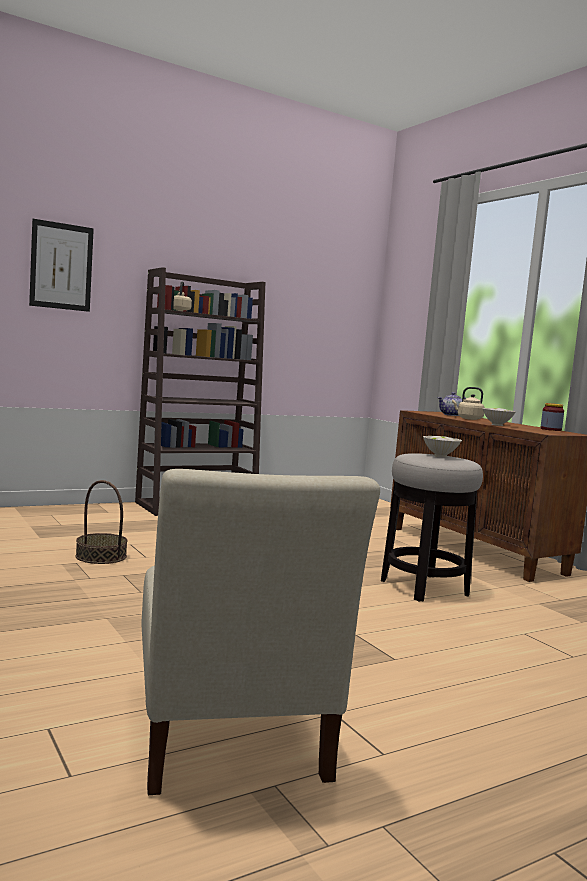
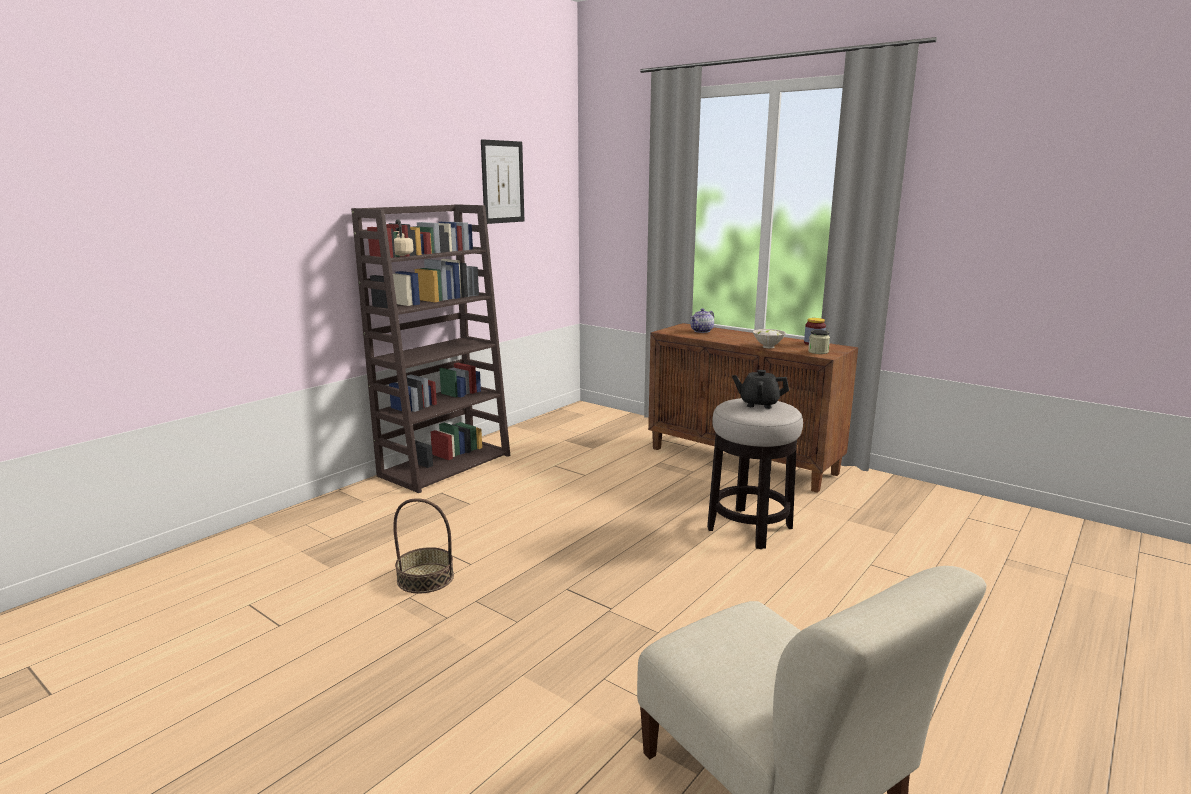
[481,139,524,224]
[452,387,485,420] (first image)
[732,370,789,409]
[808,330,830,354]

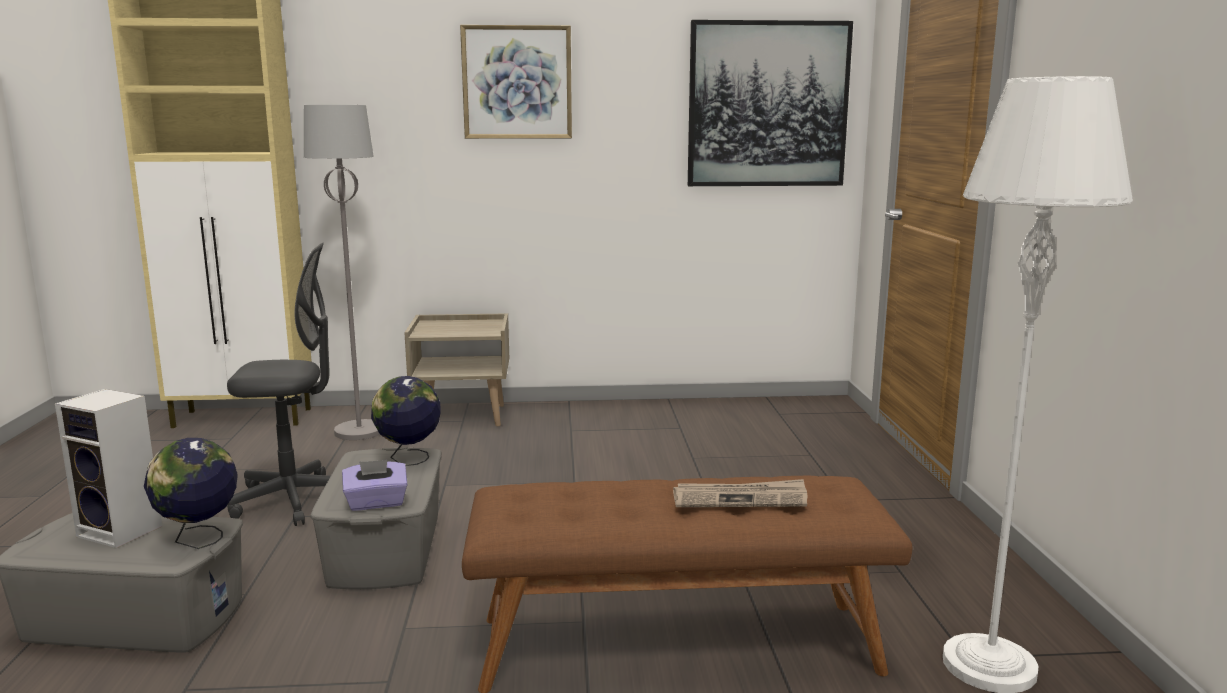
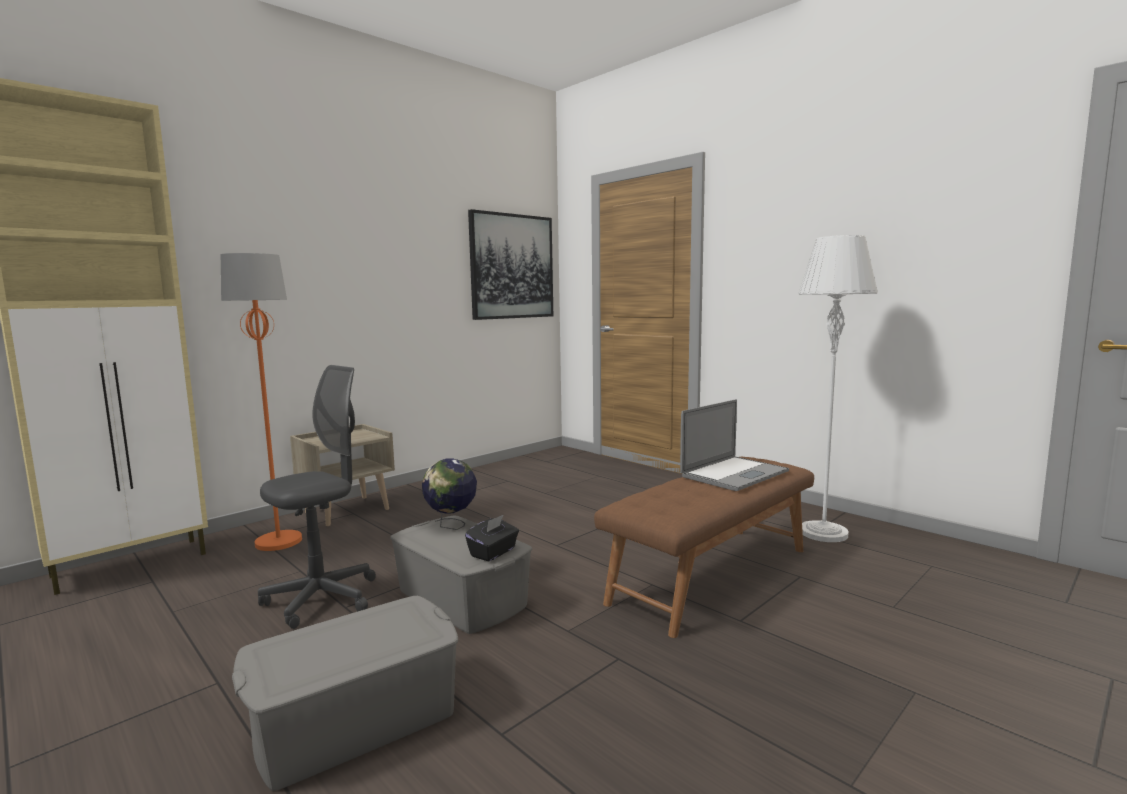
[460,25,572,139] (first image)
[221,253,302,551]
[55,389,162,548] (first image)
[144,438,238,549] (first image)
[465,515,519,562]
[680,399,789,491]

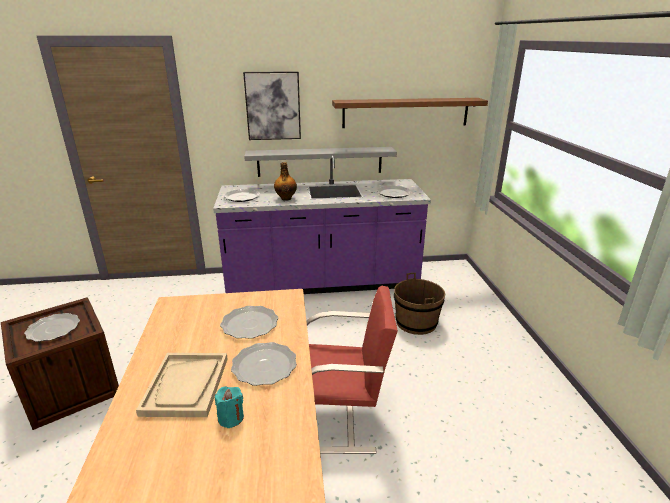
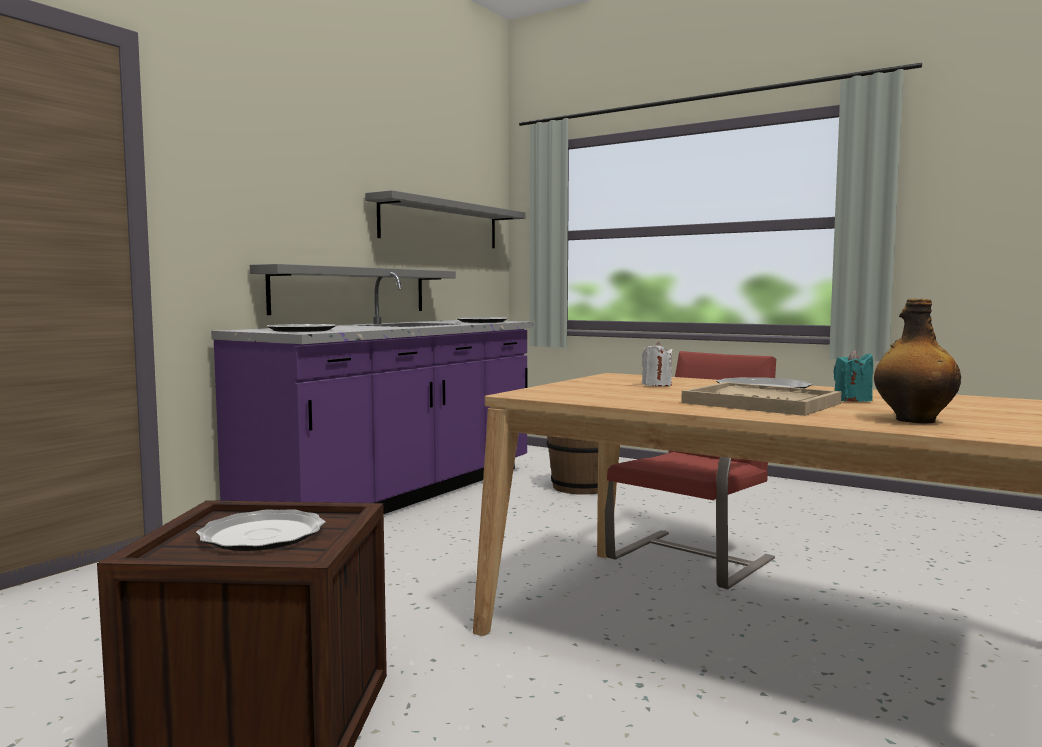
[243,71,301,140] (first image)
[365,190,525,248]
[874,299,961,423]
[642,342,673,386]

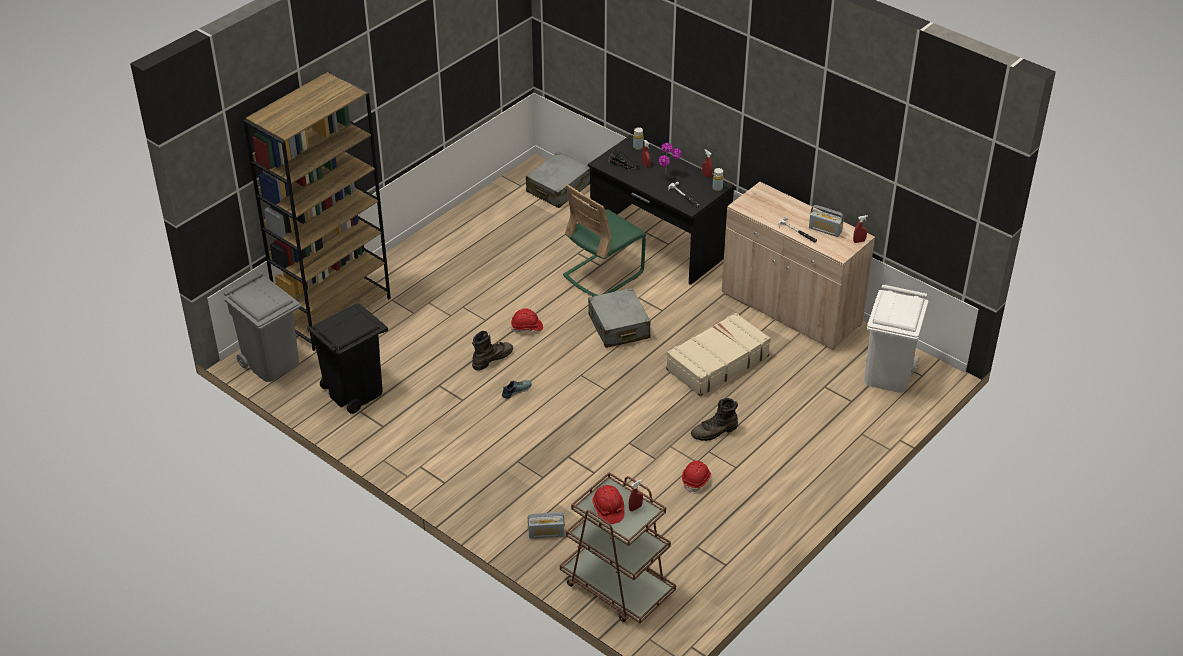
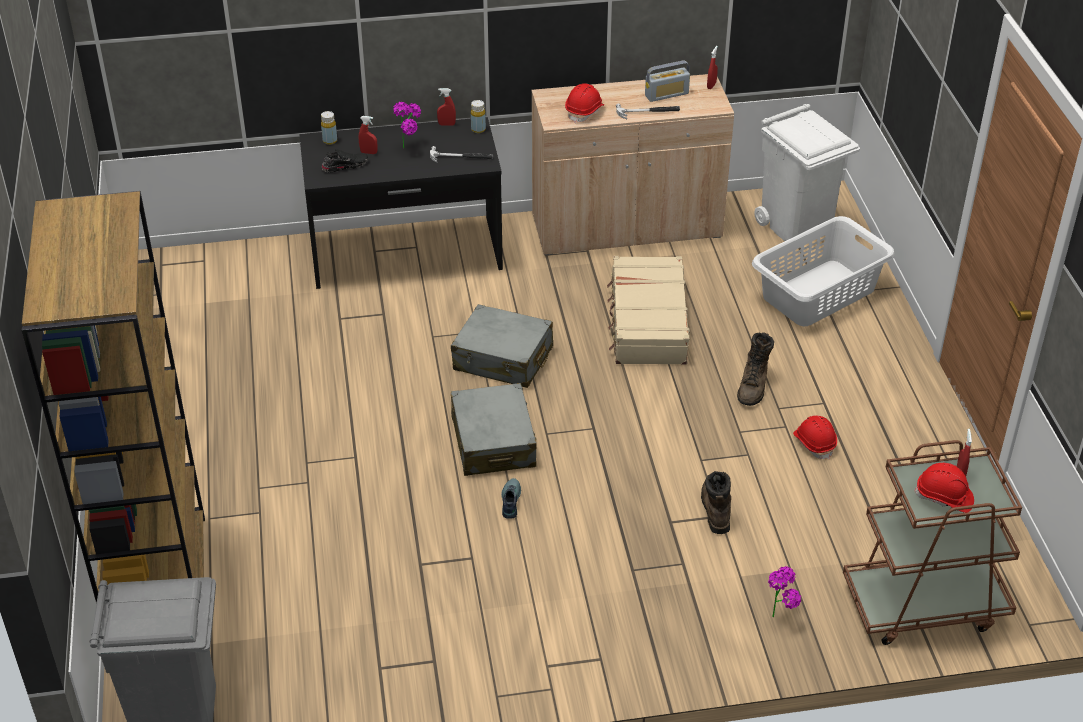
[451,383,537,476]
[563,184,646,296] (first image)
[307,303,388,414] (first image)
[565,83,604,123]
[701,471,731,534]
[768,566,801,617]
[752,216,895,326]

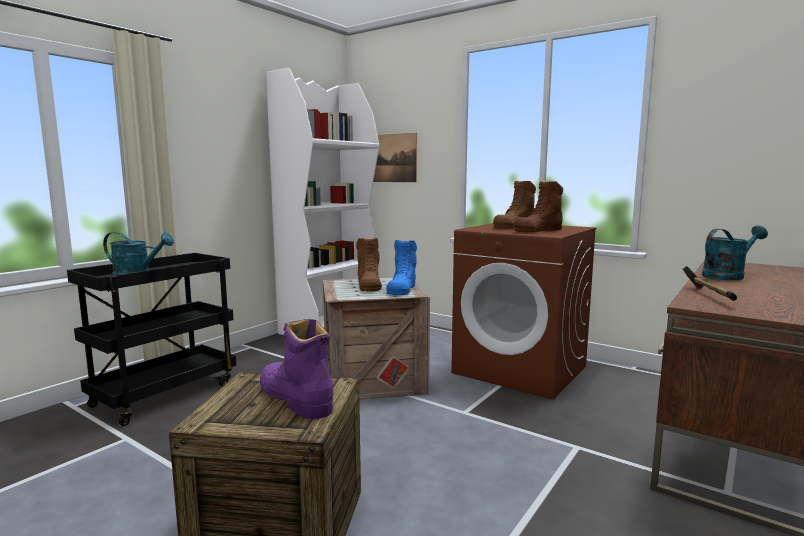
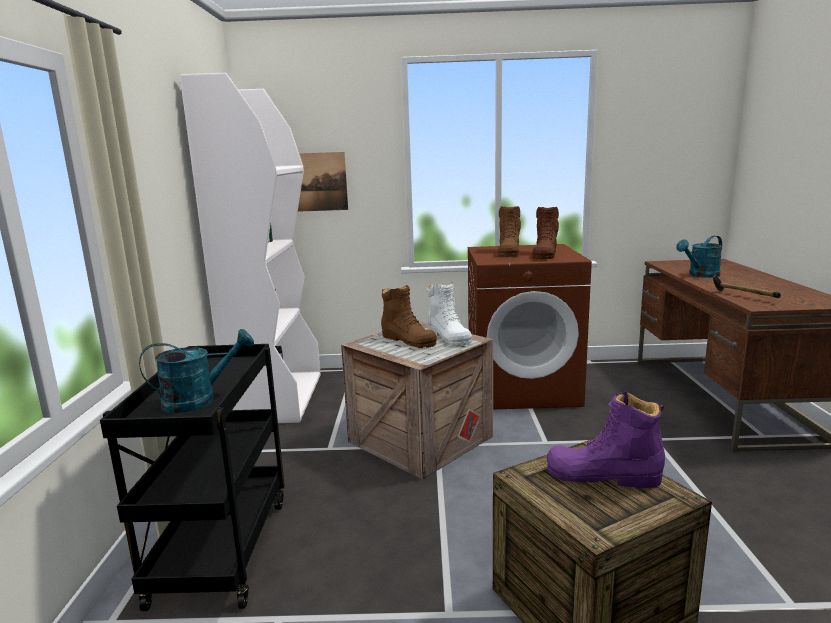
[676,236,722,278]
[427,282,472,346]

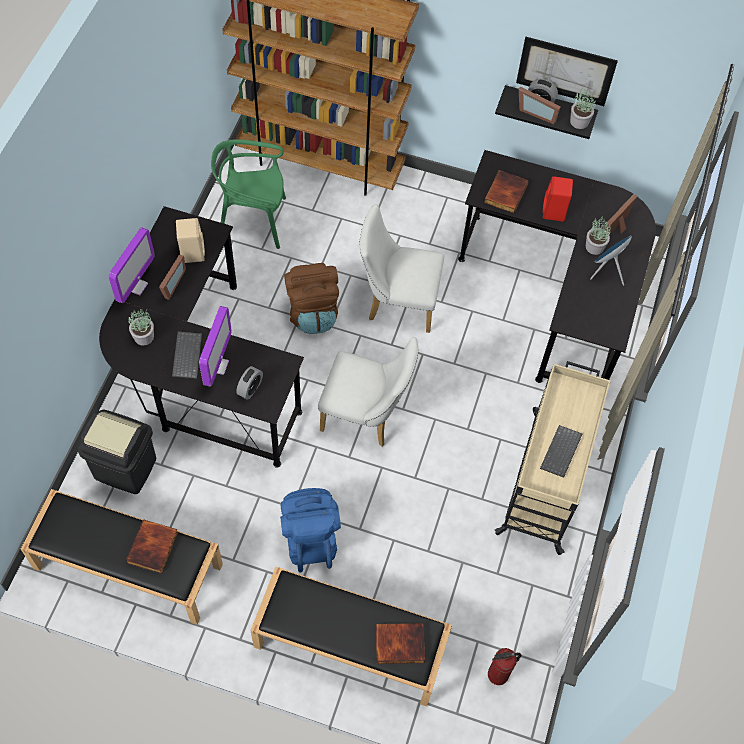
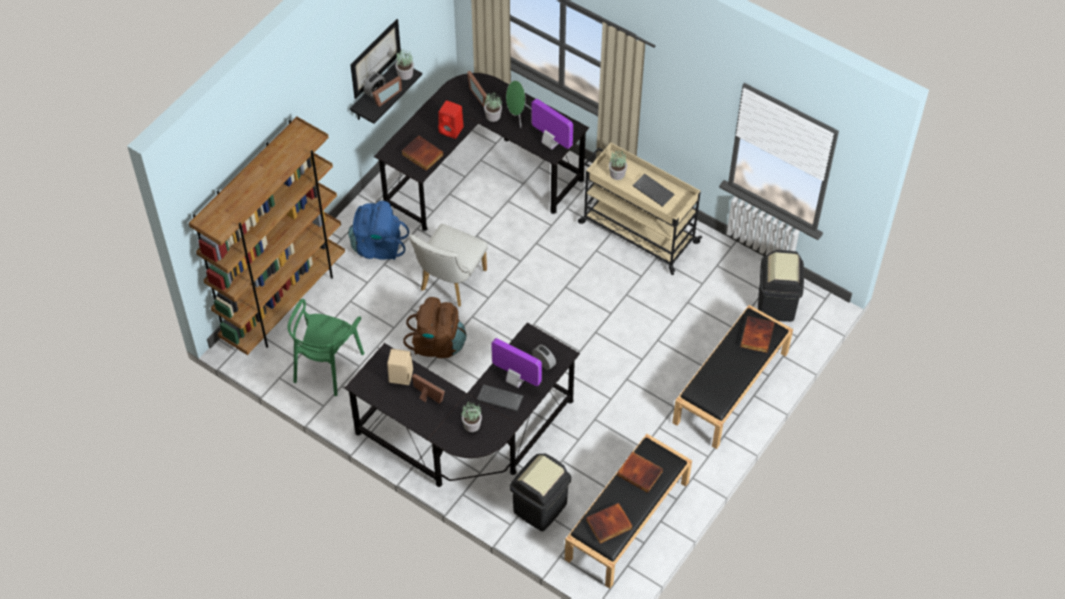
[531,99,573,149]
[506,80,532,128]
[318,337,419,447] (first image)
[348,201,409,260]
[758,250,804,322]
[609,150,627,180]
[586,503,632,544]

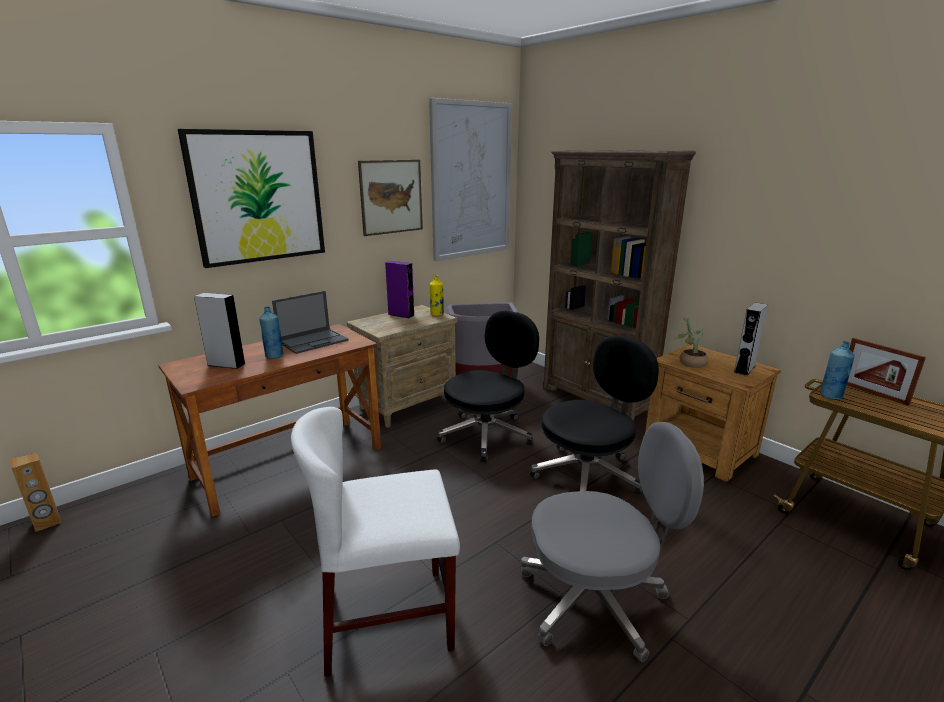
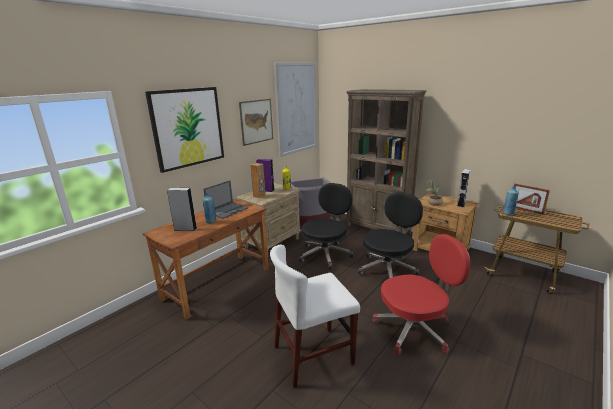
[373,234,471,355]
[251,163,266,198]

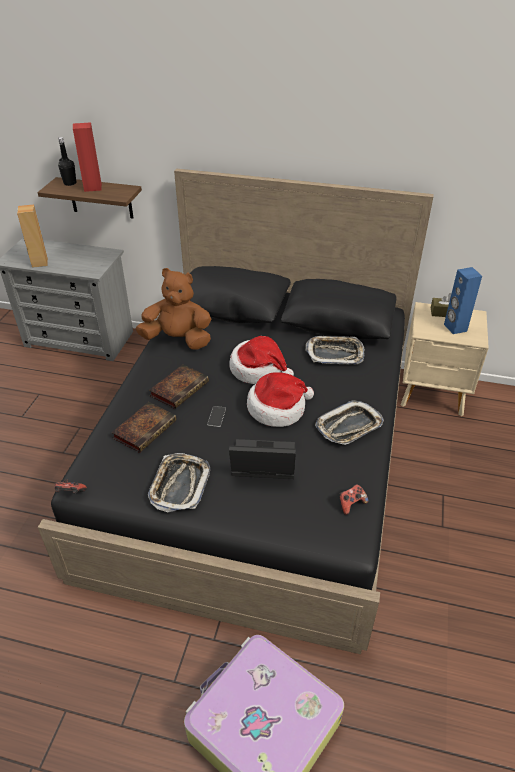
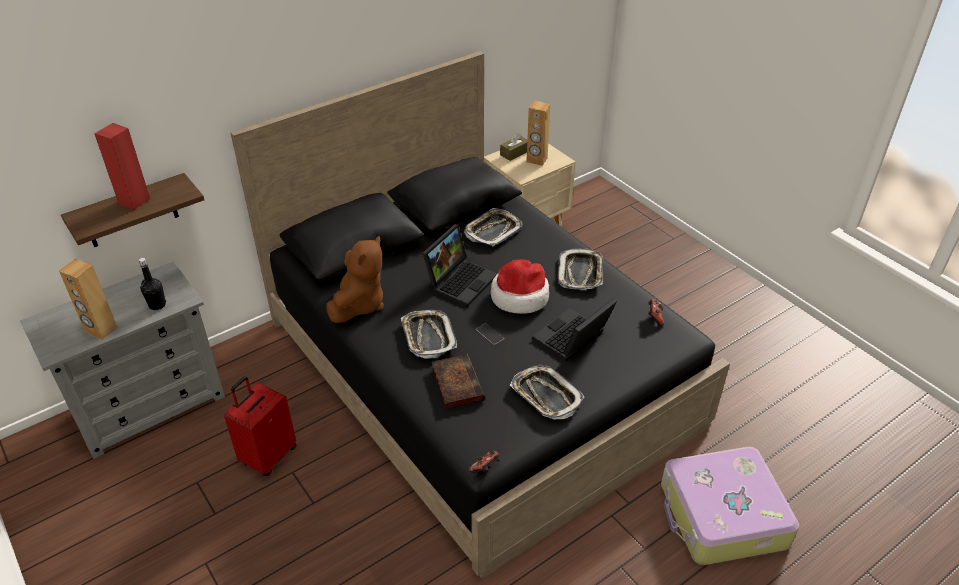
[139,258,166,310]
[526,100,550,166]
[326,236,384,323]
[423,224,498,307]
[401,310,457,359]
[224,376,297,476]

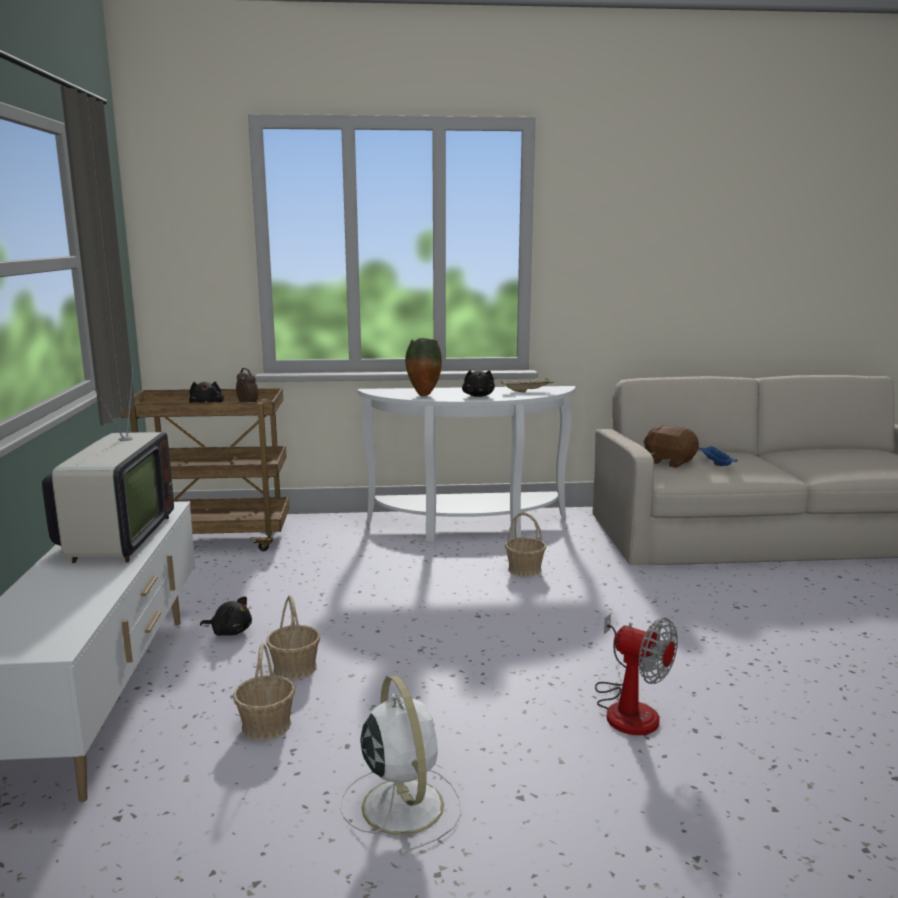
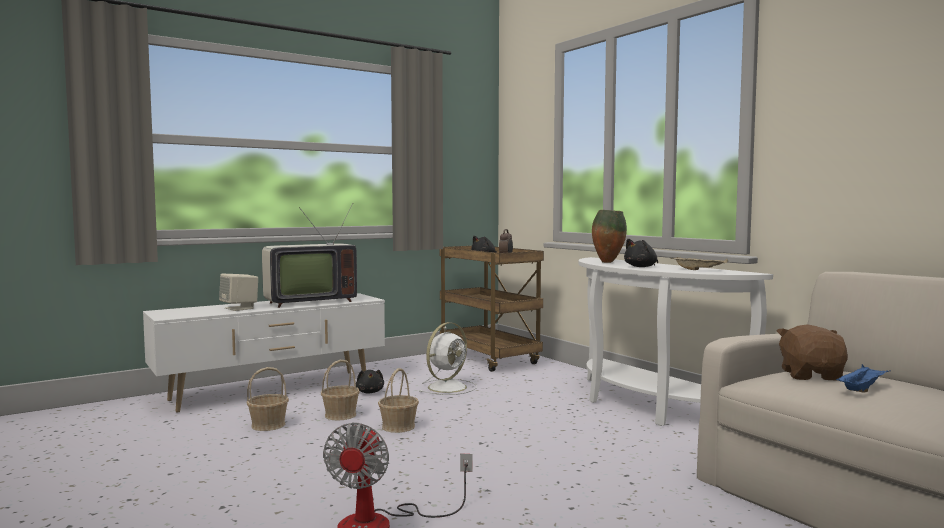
[378,368,419,433]
[419,322,477,395]
[219,274,258,311]

